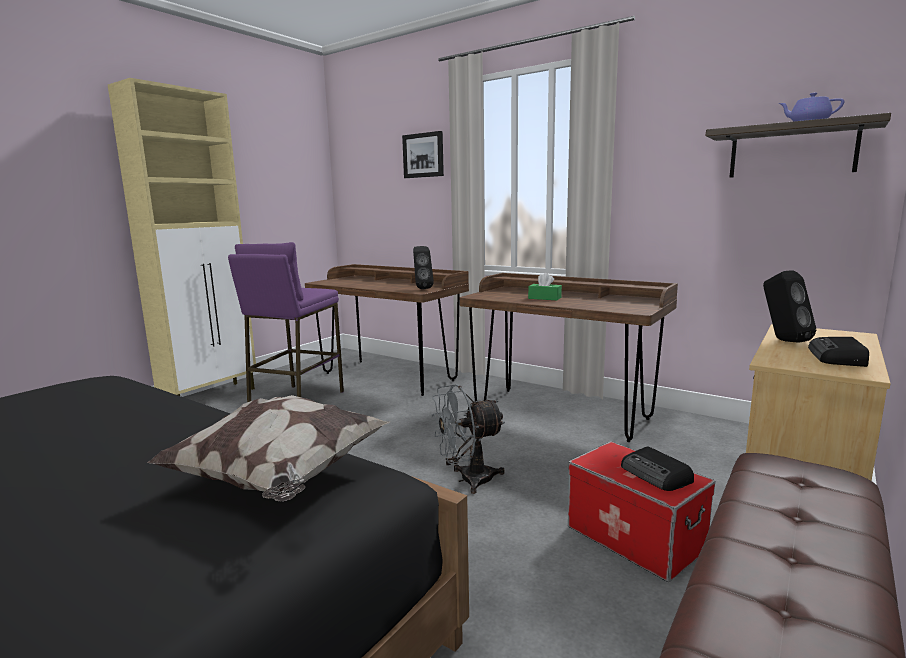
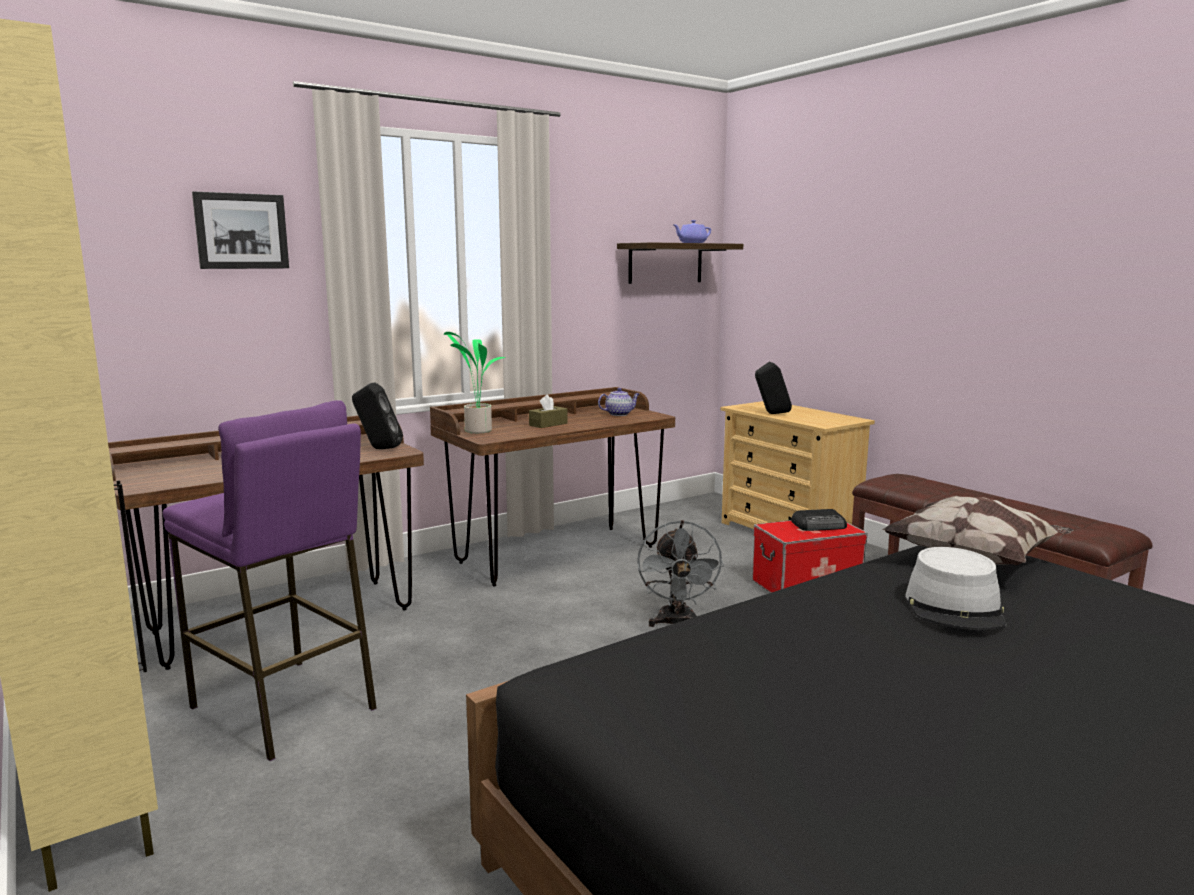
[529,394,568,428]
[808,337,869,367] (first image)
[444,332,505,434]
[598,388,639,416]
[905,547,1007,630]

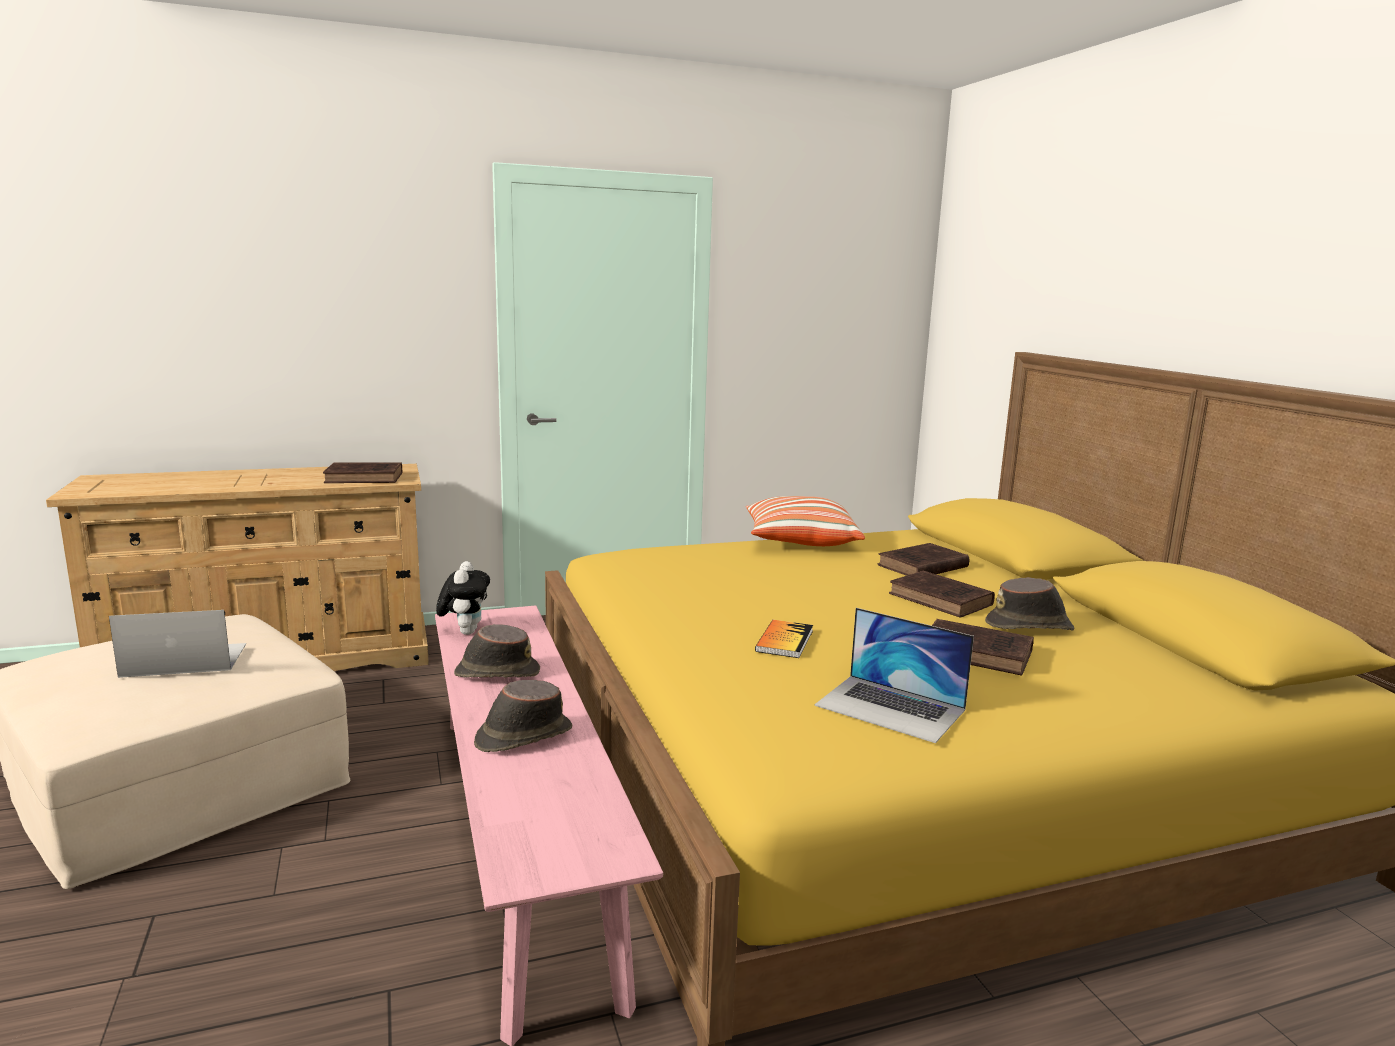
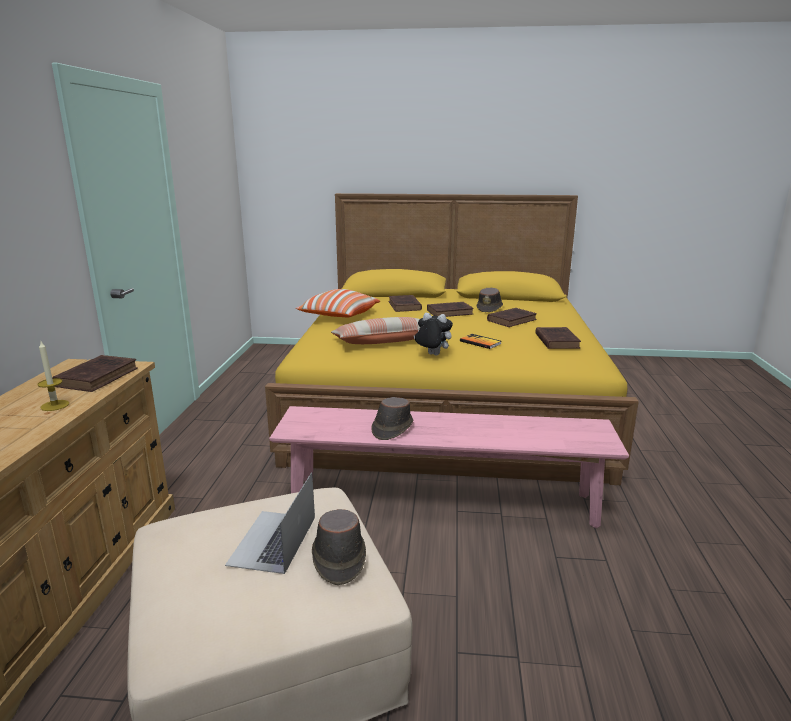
[413,313,453,355]
[535,327,581,349]
[312,509,366,585]
[331,317,420,344]
[38,342,69,411]

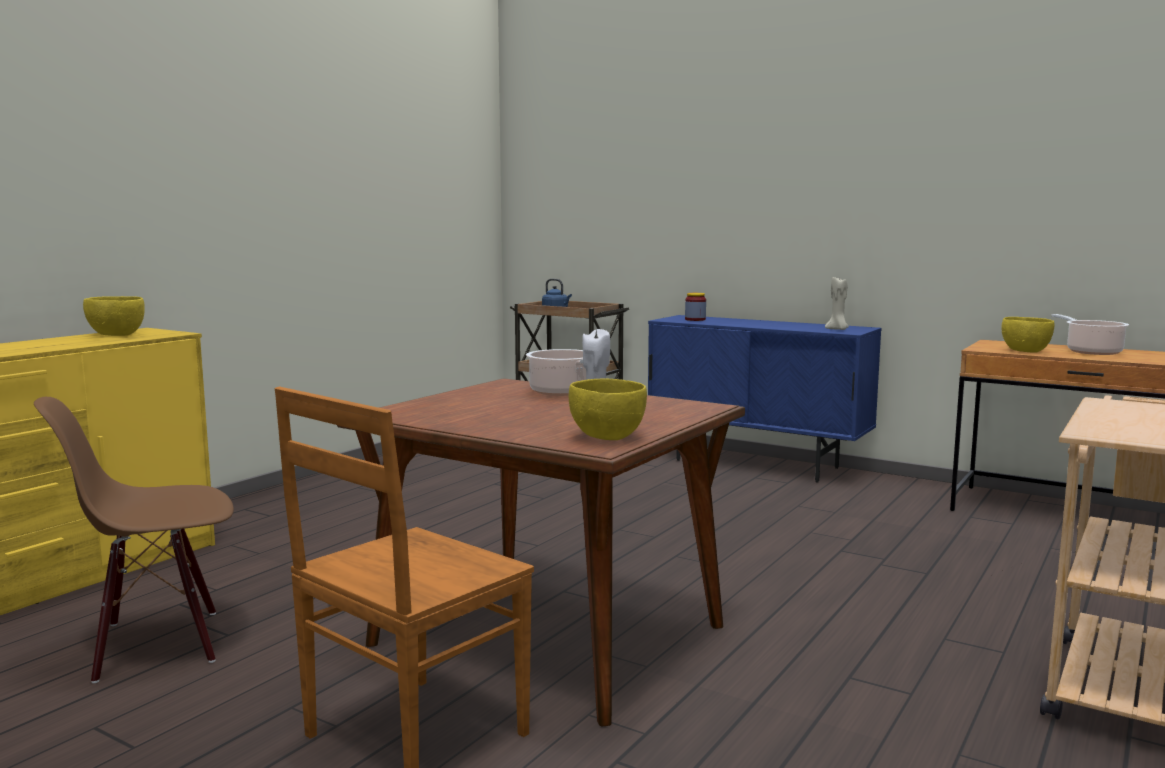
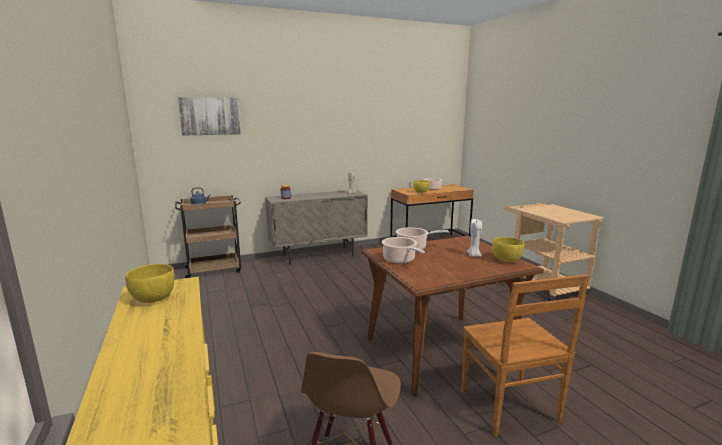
[265,190,368,265]
[178,97,241,136]
[382,237,425,264]

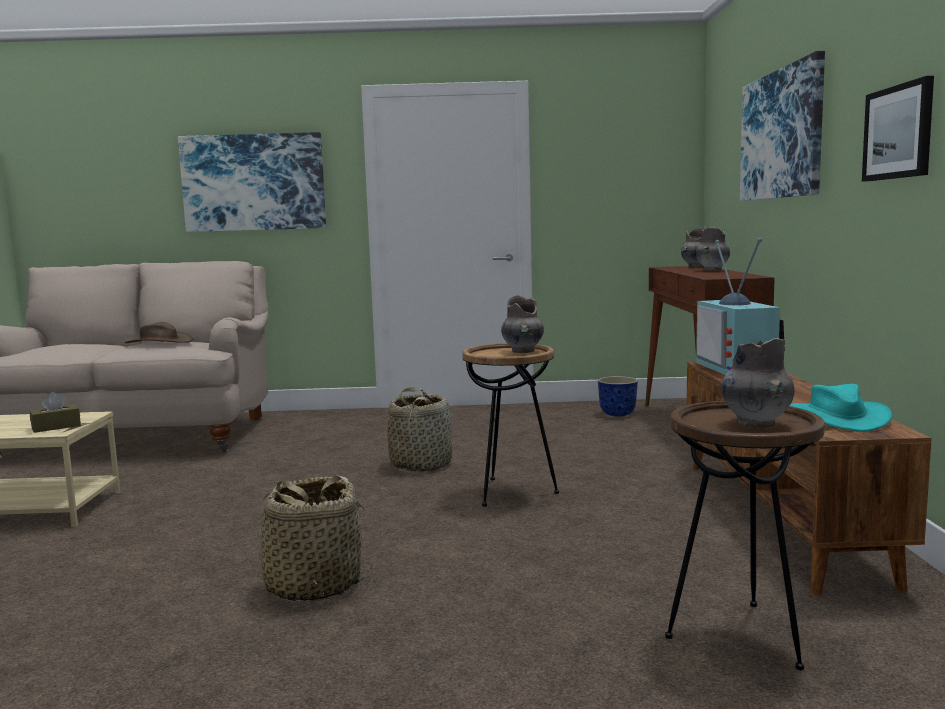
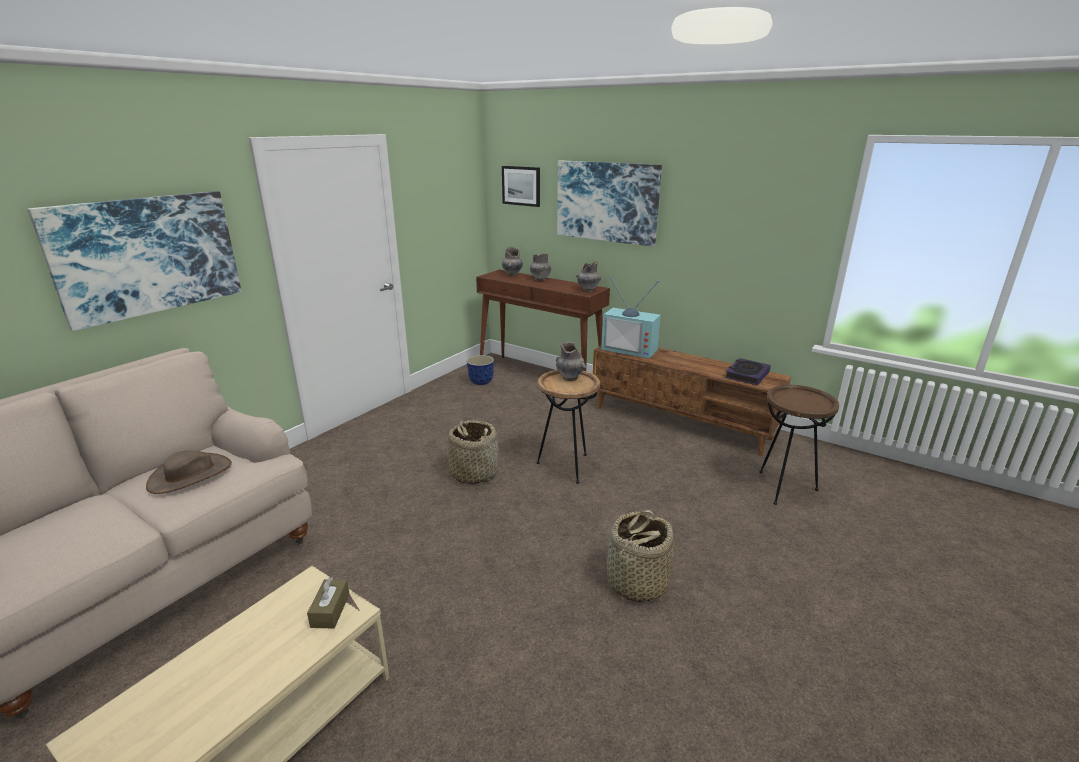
[502,166,540,207]
[576,261,601,292]
[725,358,771,385]

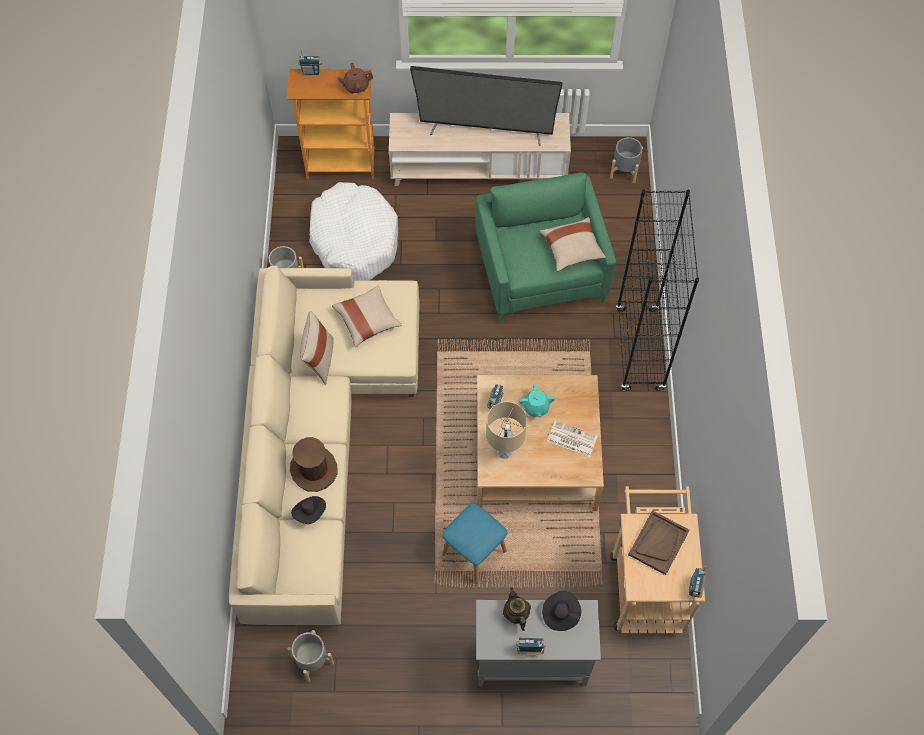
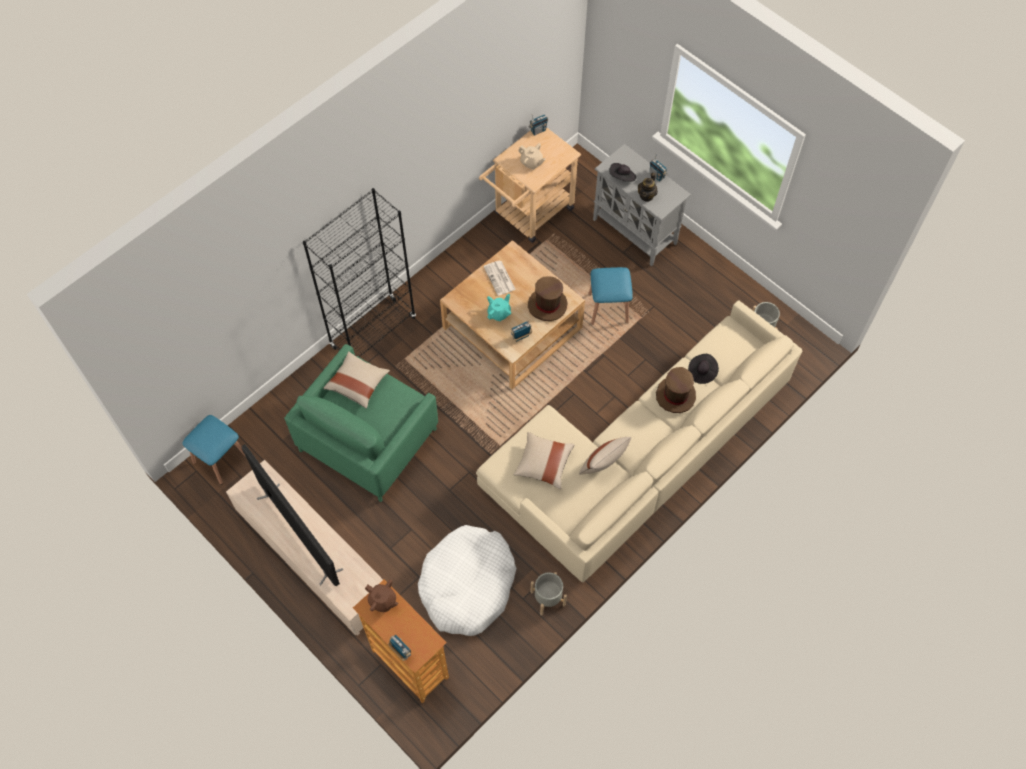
[182,415,246,485]
[528,276,568,321]
[518,143,546,170]

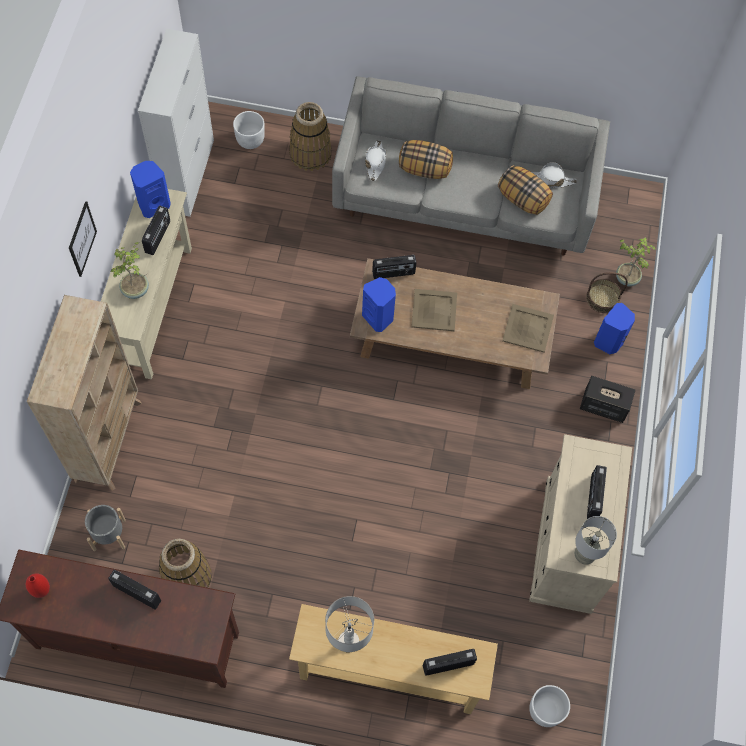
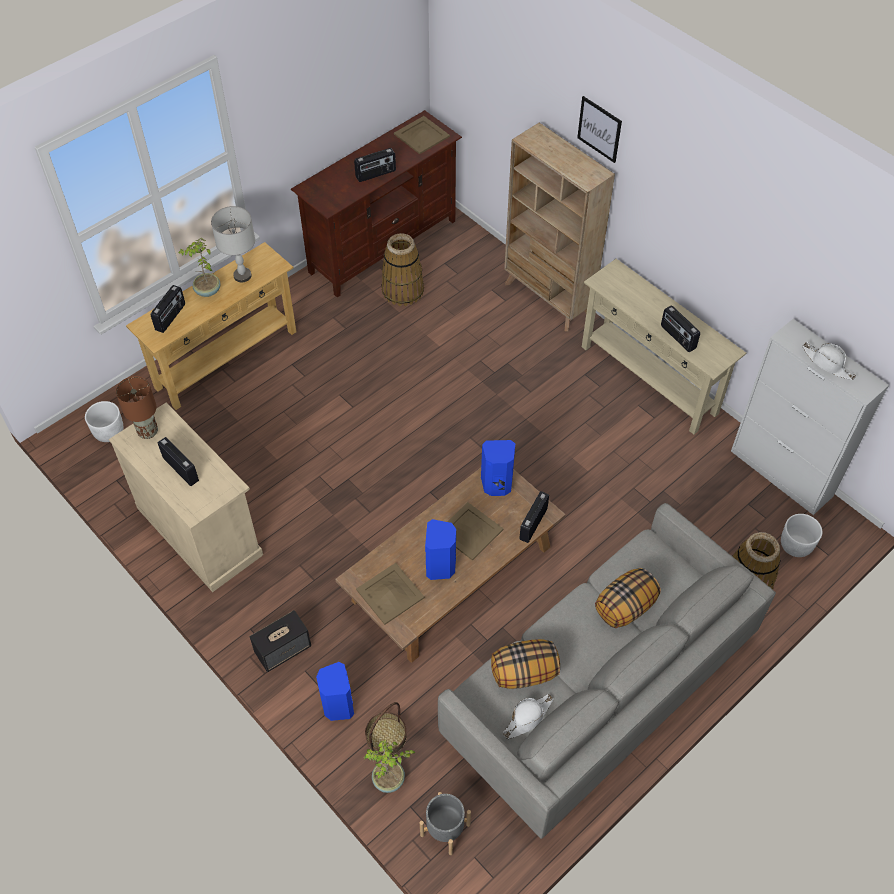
[802,342,856,380]
[425,519,456,580]
[577,96,622,163]
[179,238,221,297]
[420,792,471,855]
[116,376,158,439]
[394,116,450,154]

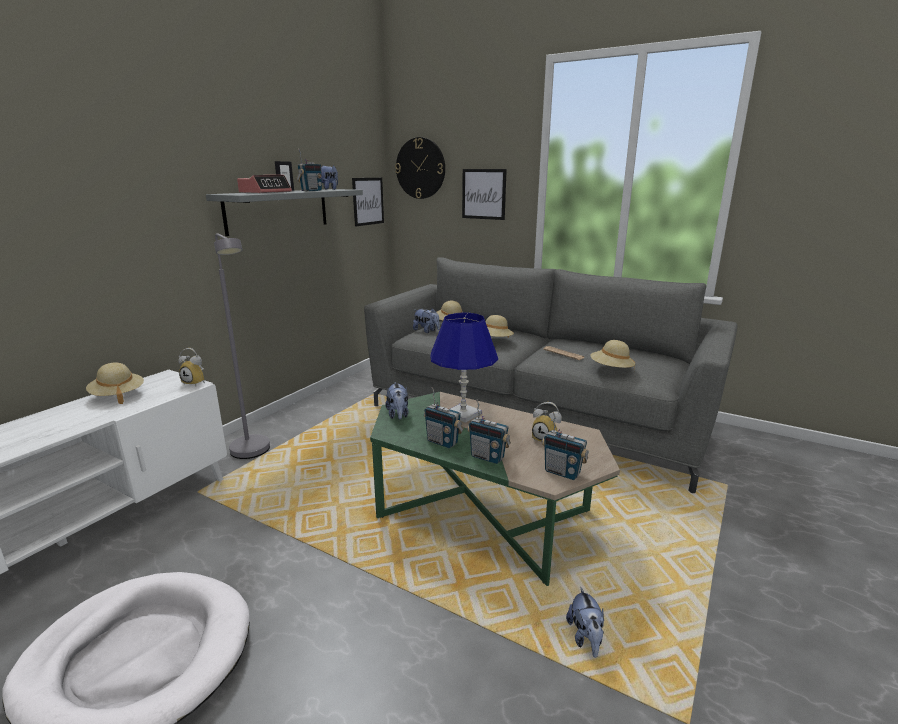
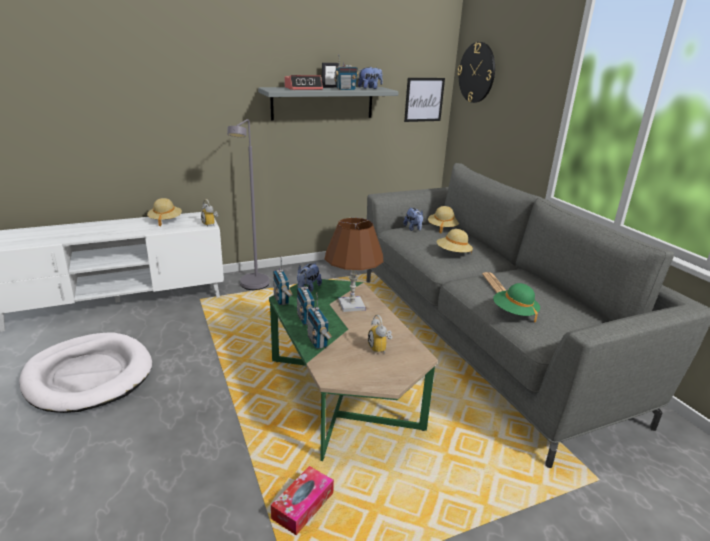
[462,169,507,220] (first image)
[325,218,383,312]
[493,283,540,322]
[273,256,293,305]
[271,466,334,535]

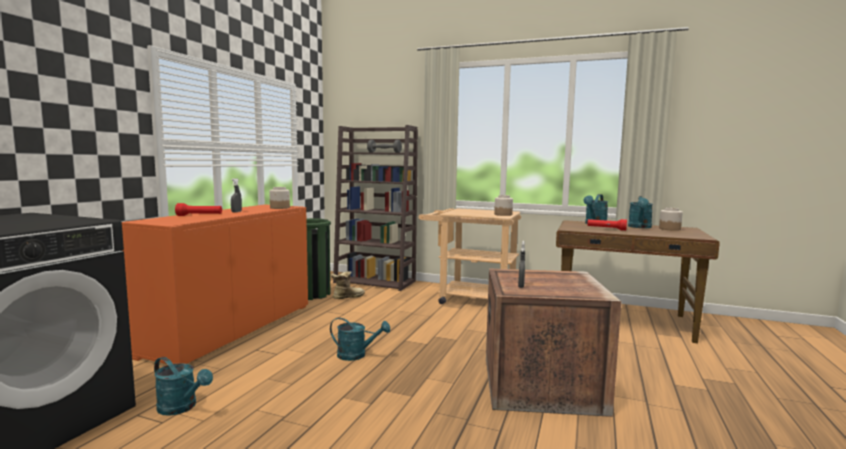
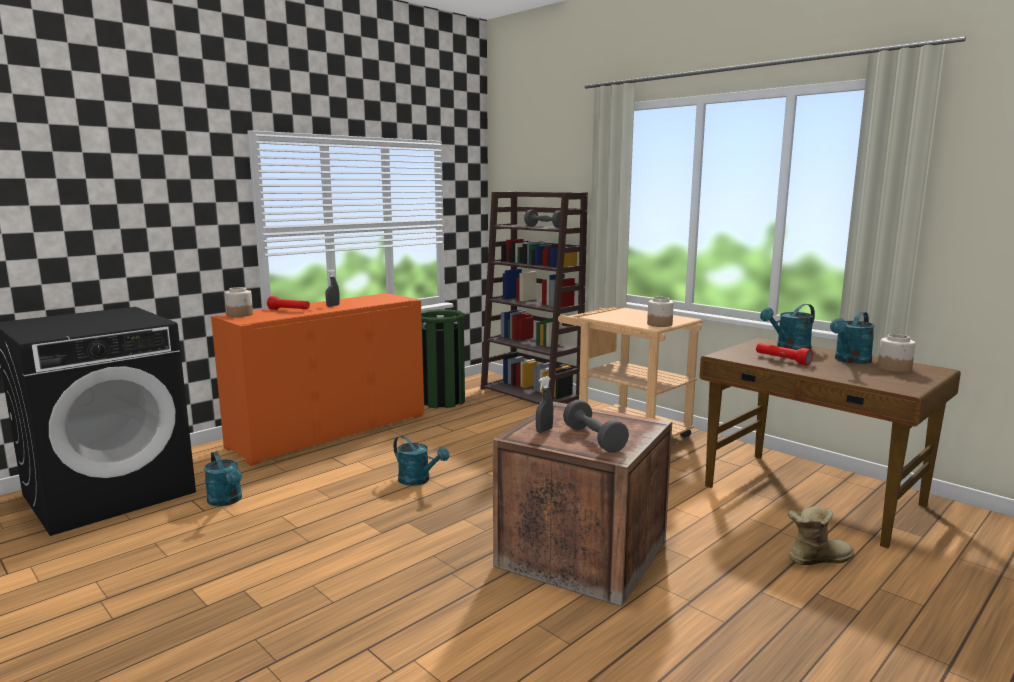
[225,287,253,317]
[788,506,855,565]
[563,400,629,453]

